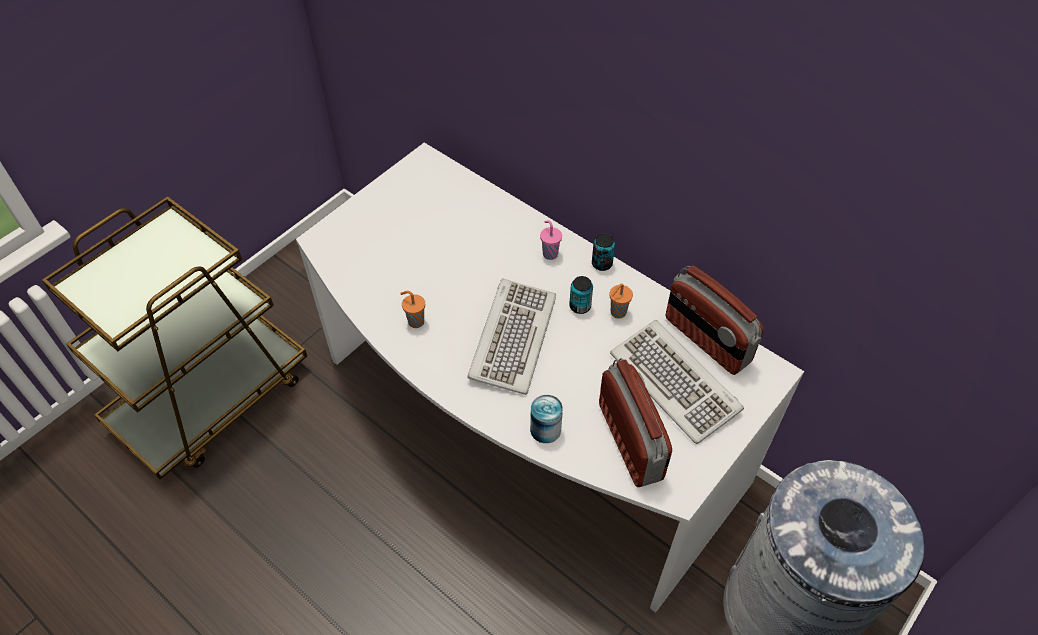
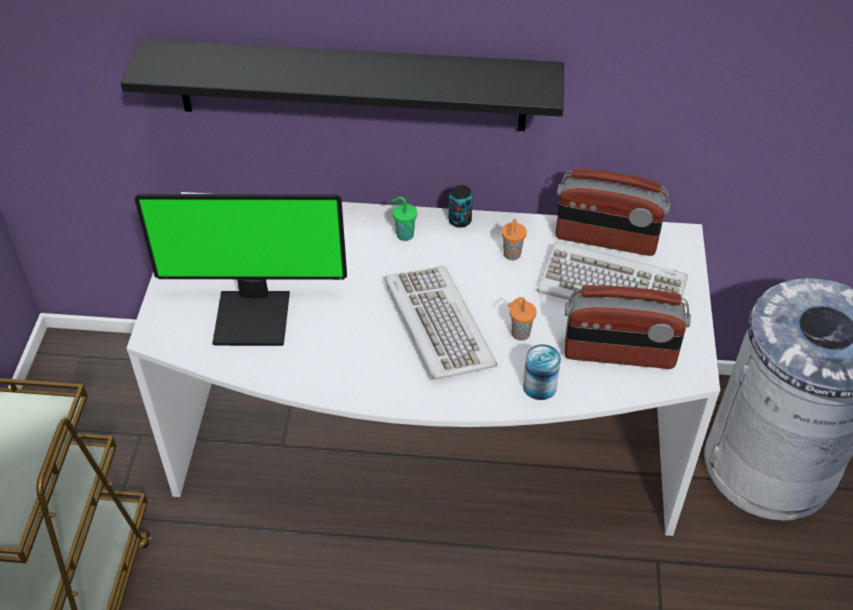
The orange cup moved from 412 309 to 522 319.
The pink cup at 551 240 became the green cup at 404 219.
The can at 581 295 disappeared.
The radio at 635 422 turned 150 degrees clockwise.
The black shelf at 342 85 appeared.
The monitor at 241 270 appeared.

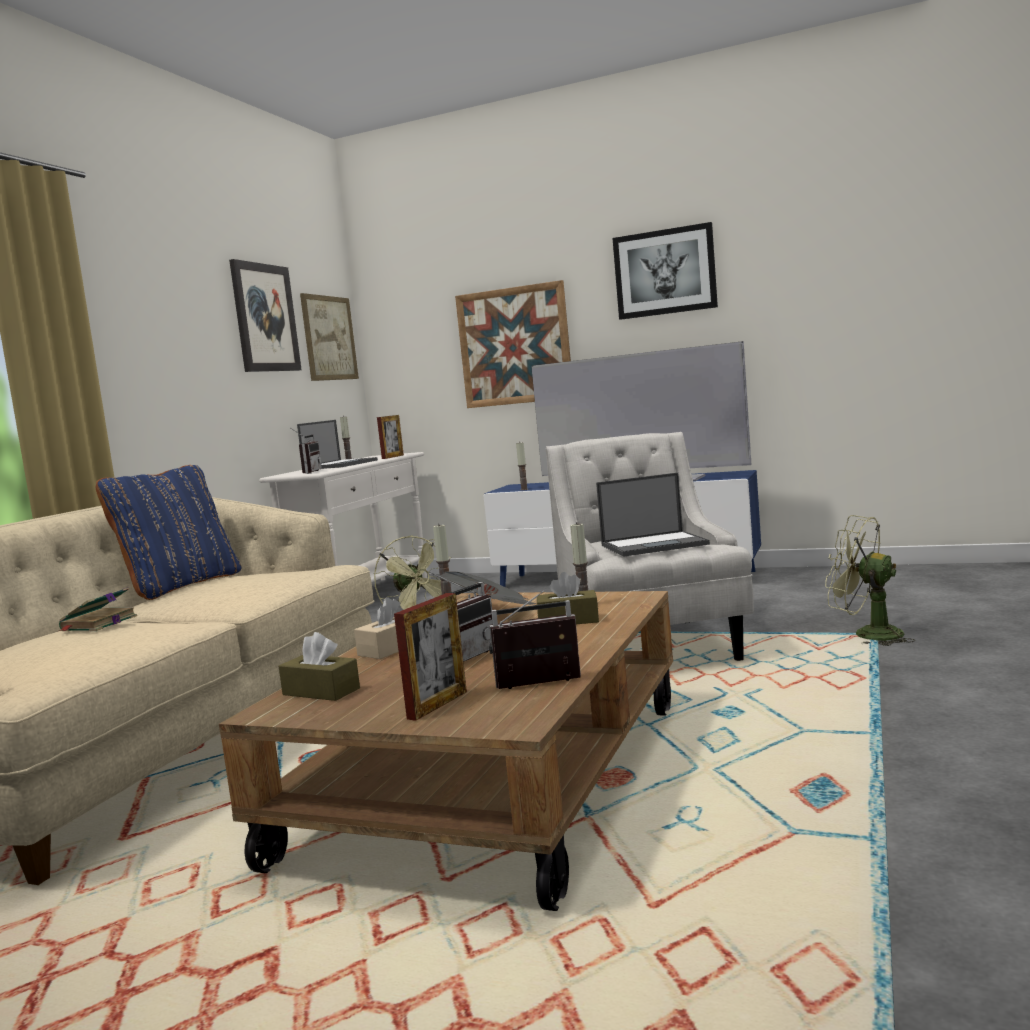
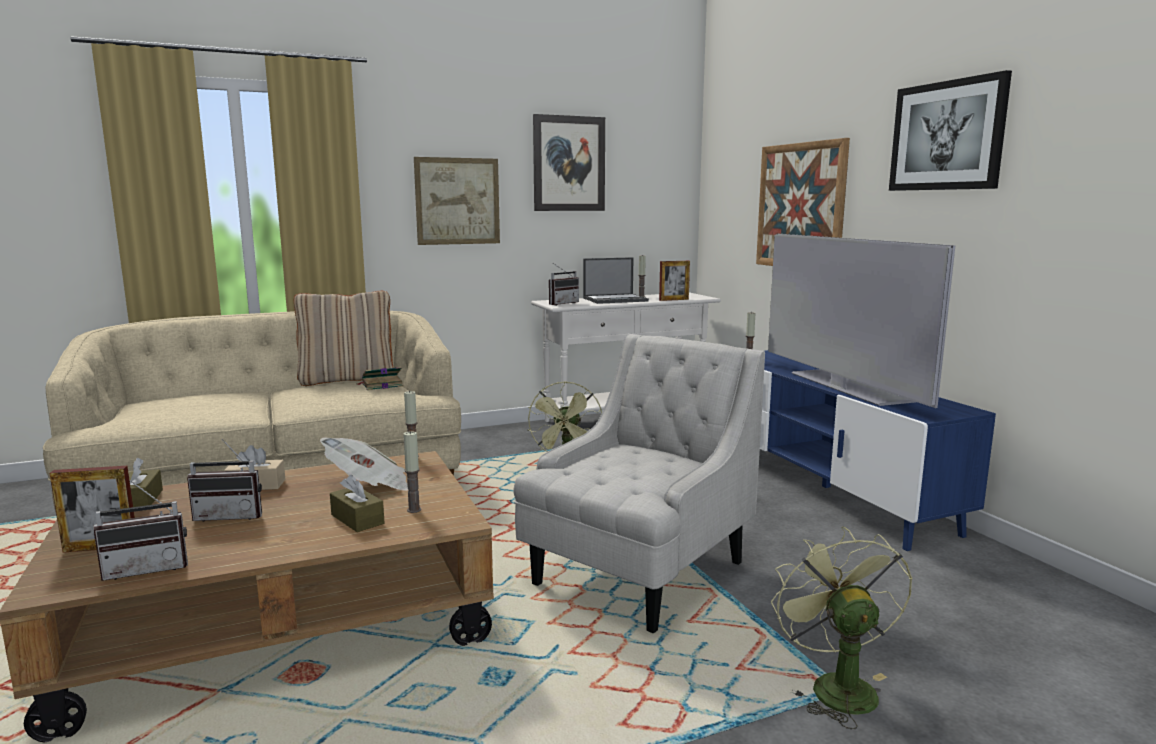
The book moved from 98 609 to 380 378.
The blue pillow at 168 532 became the beige pillow at 343 338.
The picture moved from 329 337 to 457 201.
The radio at 535 640 turned 120 degrees clockwise.
The laptop at 653 515 disappeared.

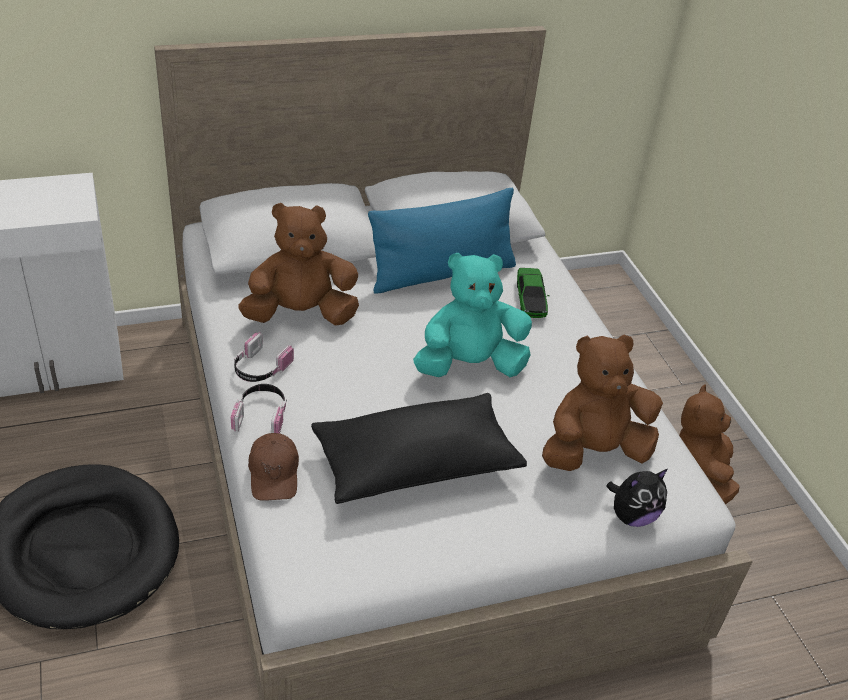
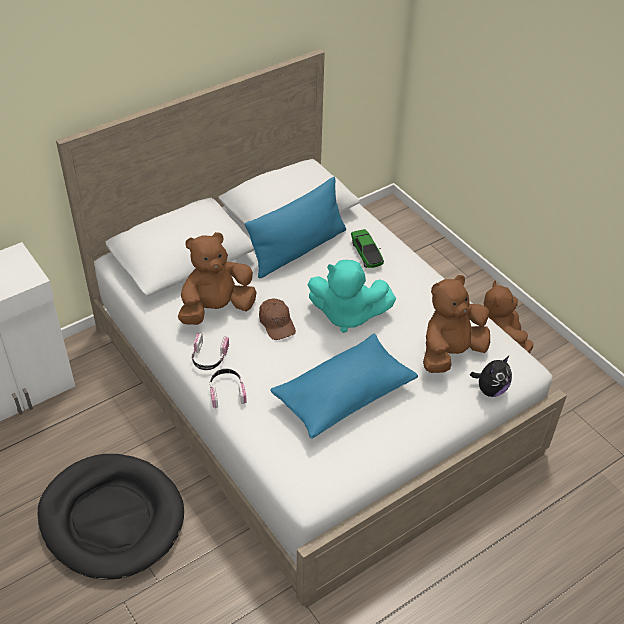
The brown cap moved from 273 467 to 277 319.
The black pillow at 419 448 became the blue pillow at 344 386.
The turquoise plush toy at 472 315 turned 135 degrees counterclockwise.

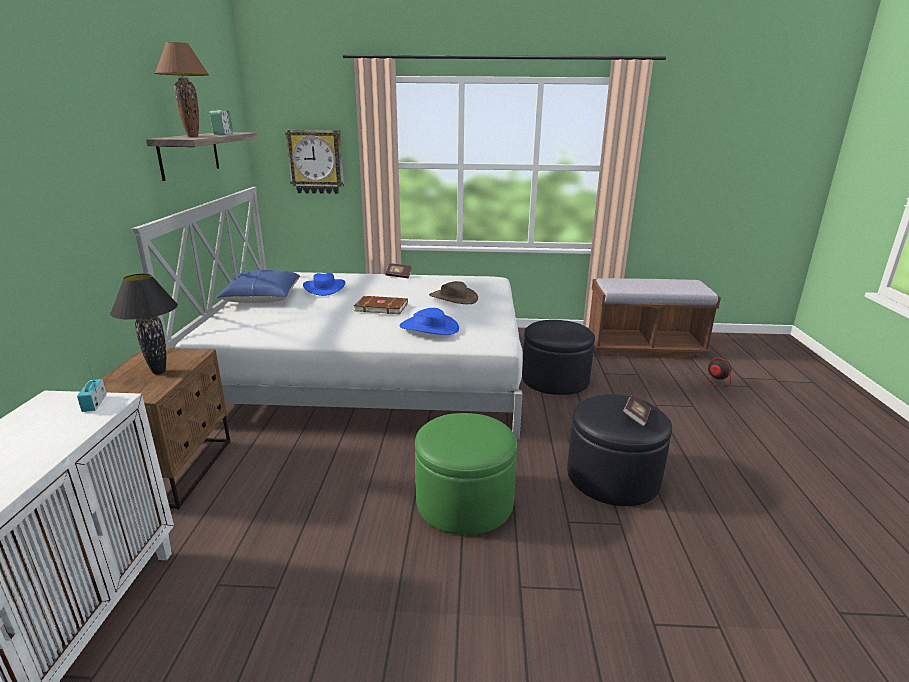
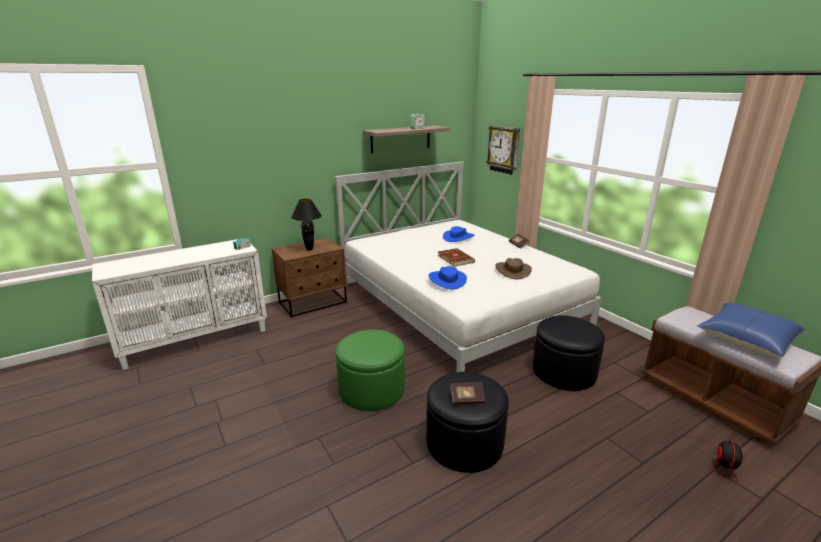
The brown table lamp at 182 89 disappeared.
The blue pillow moved from 257 286 to 751 330.

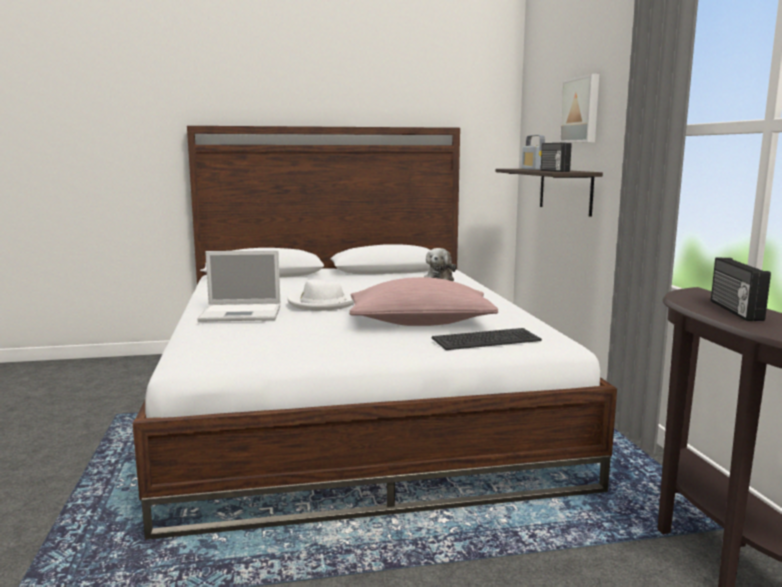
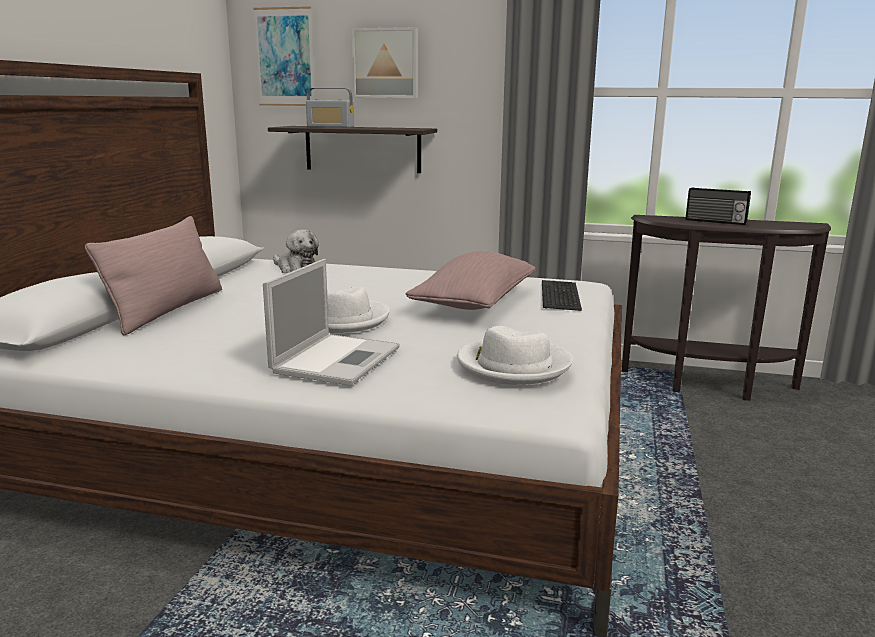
The radio at 556 157 disappeared.
The pink pillow at 153 276 appeared.
The picture at 283 56 appeared.
The white hat at 515 355 appeared.

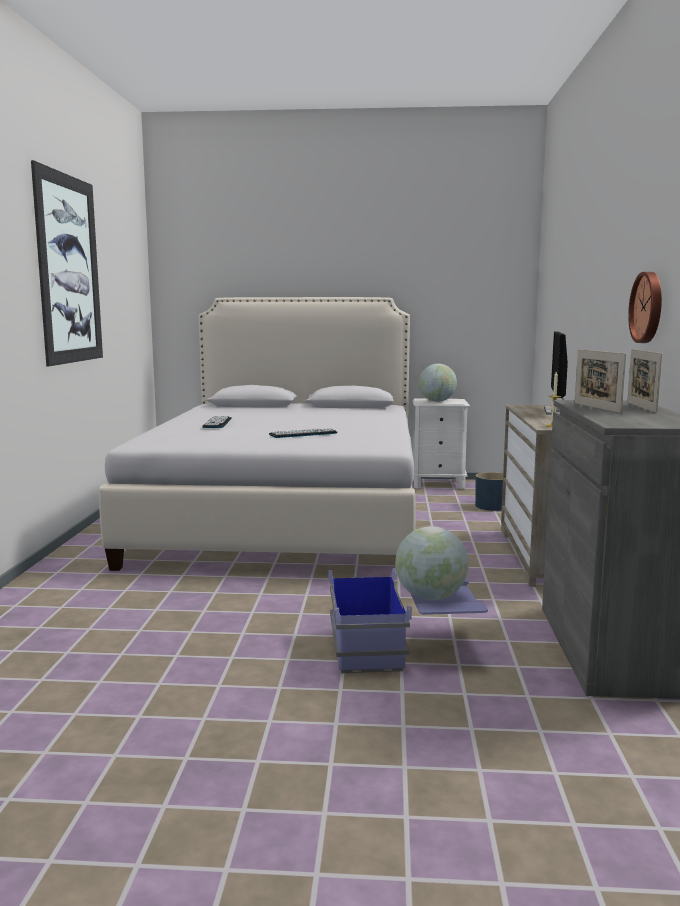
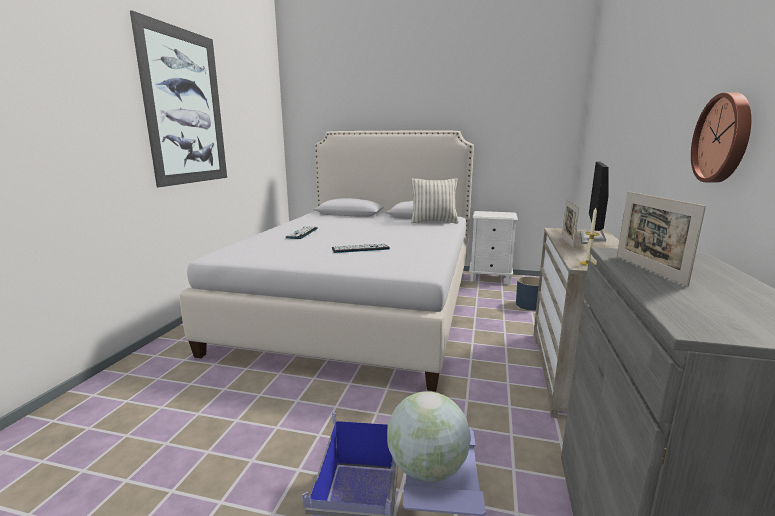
The globe at 438 383 disappeared.
The picture frame moved from 644 381 to 570 223.
The pillow at 435 200 appeared.

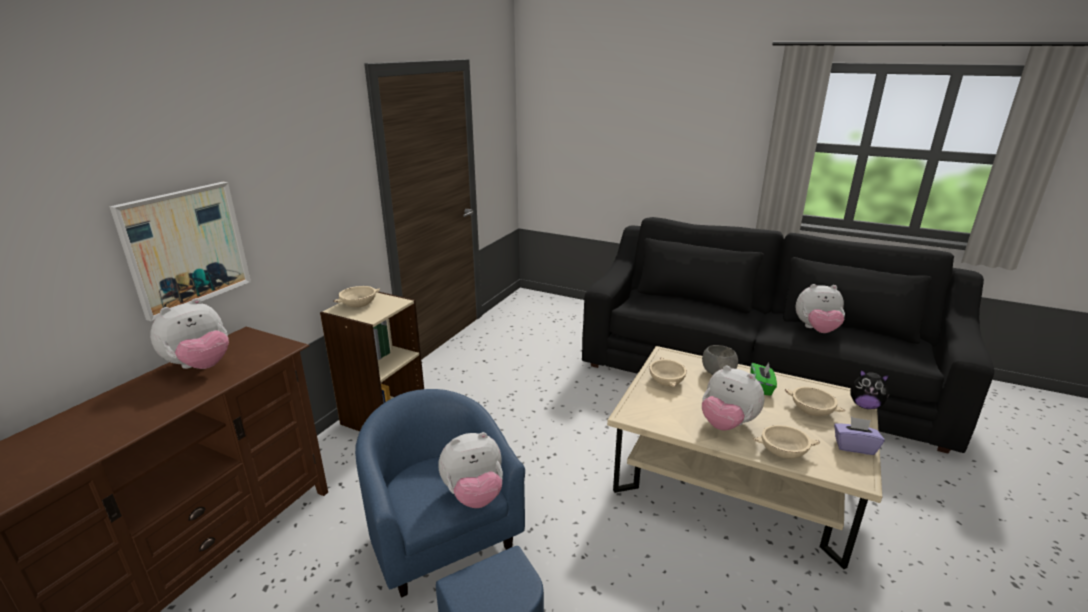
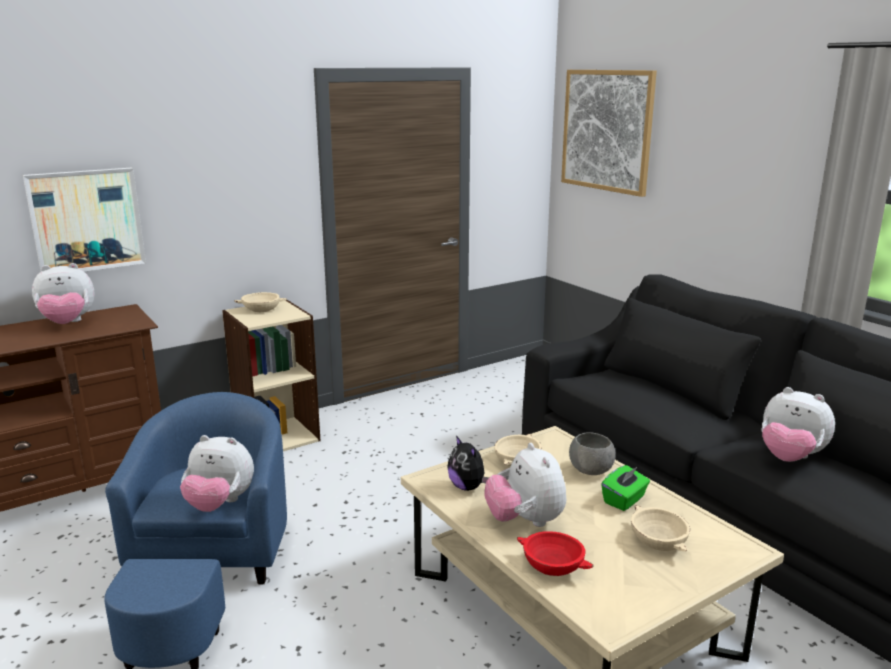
The beige bowl at 786 442 became the red bowl at 555 553.
The purple tissue box at 859 436 disappeared.
The plush toy moved from 870 389 to 468 463.
The picture at 609 133 appeared.

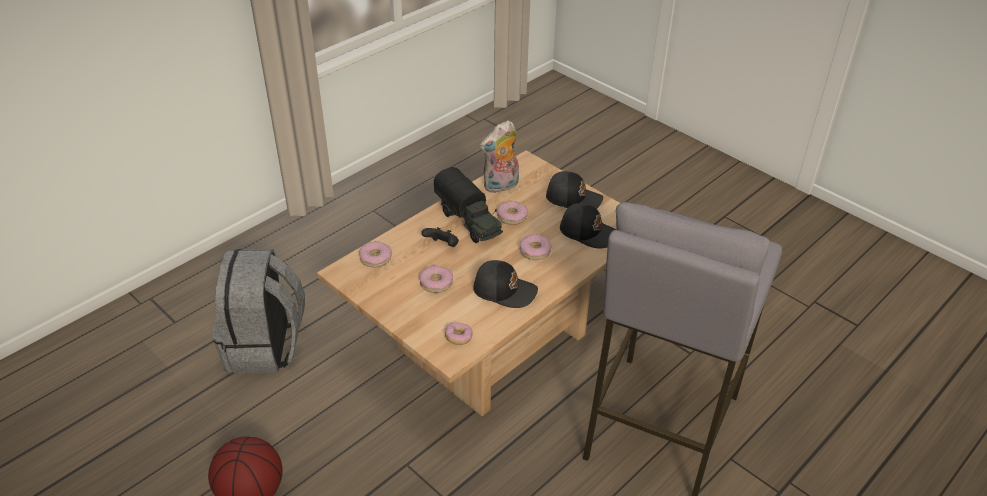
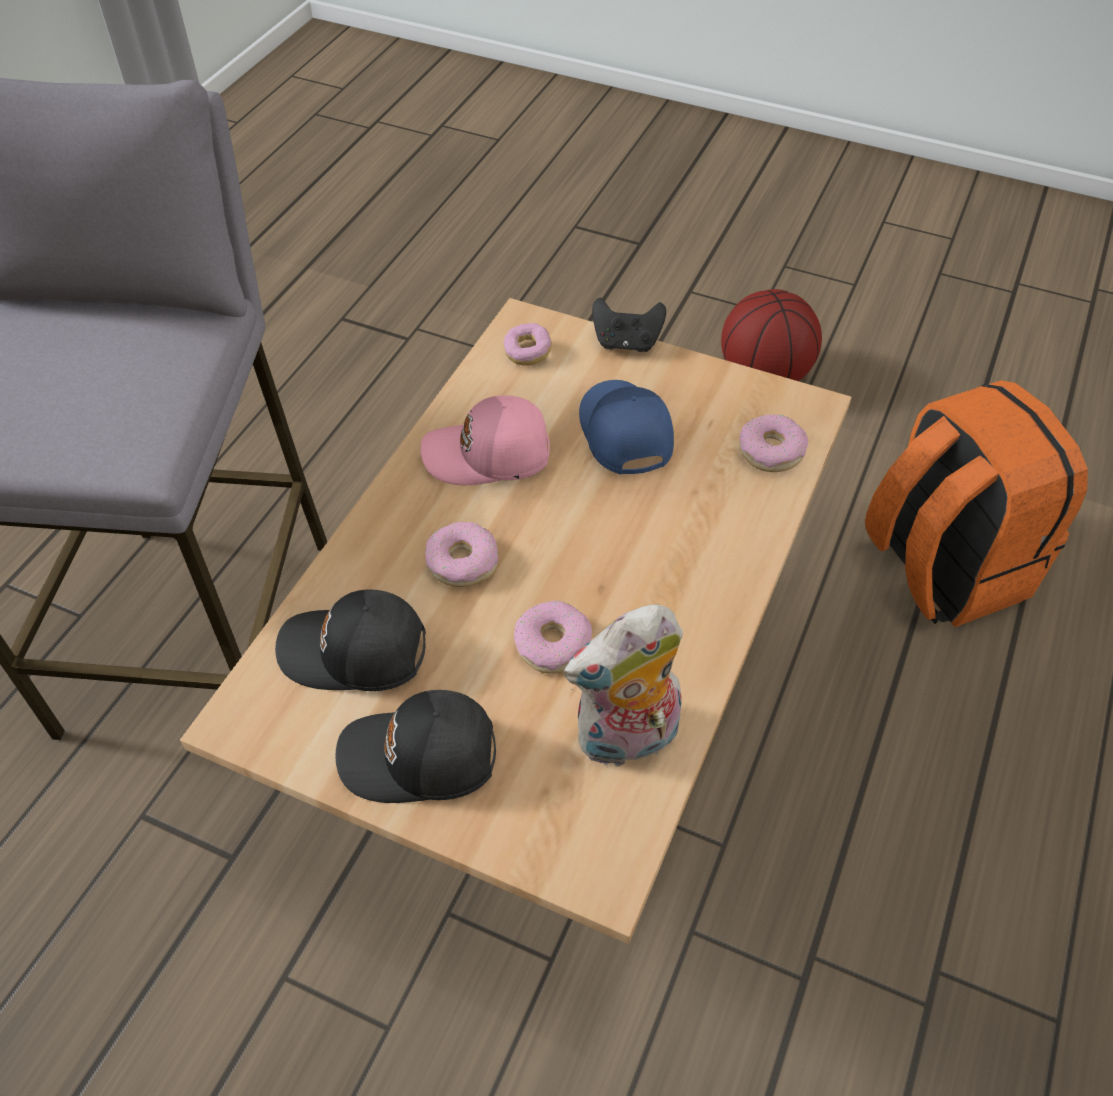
The grey backpack at 258 311 became the orange backpack at 976 503.
The donut at 436 279 was replaced by the blue cap at 626 427.
The black game controller moved from 440 237 to 629 324.
The toy truck at 468 205 disappeared.
The black cap at 505 284 became the pink cap at 485 440.
The plush toy at 499 156 turned 150 degrees counterclockwise.

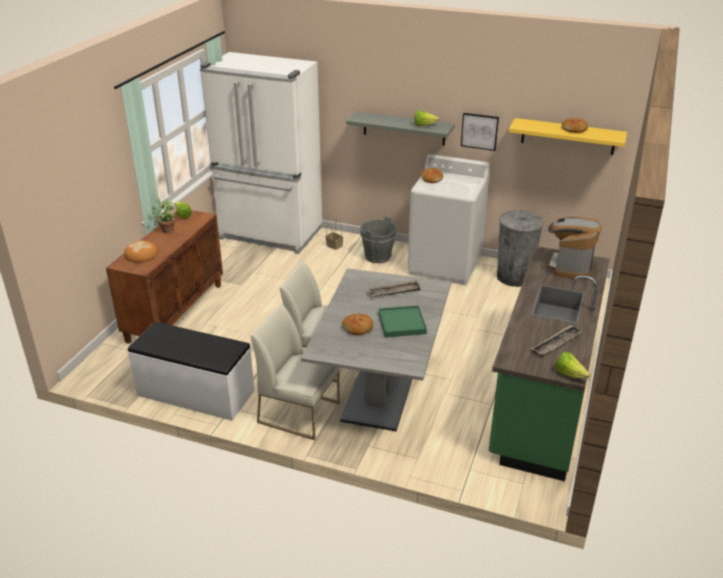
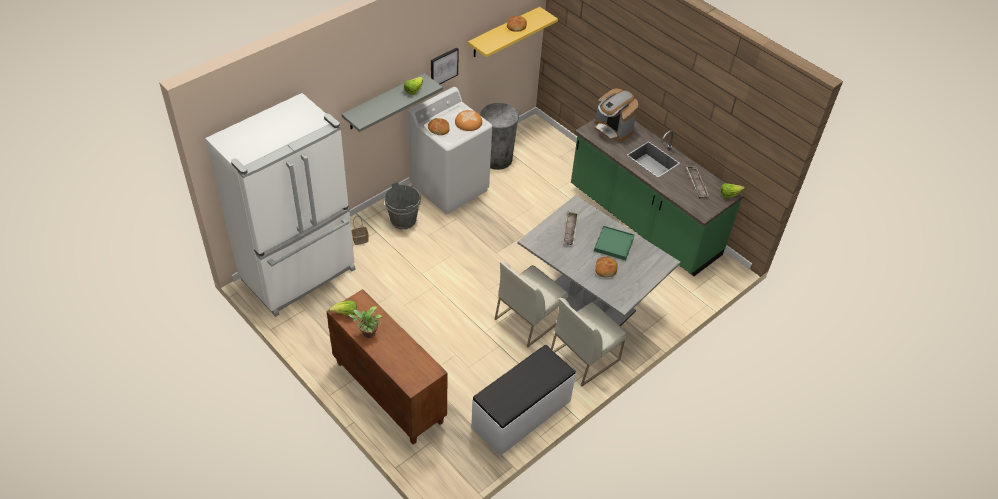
The bread moved from 141 252 to 468 120.

